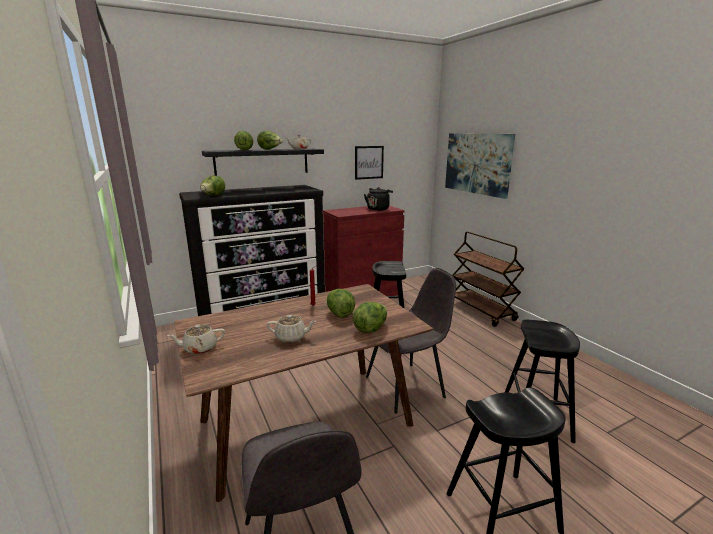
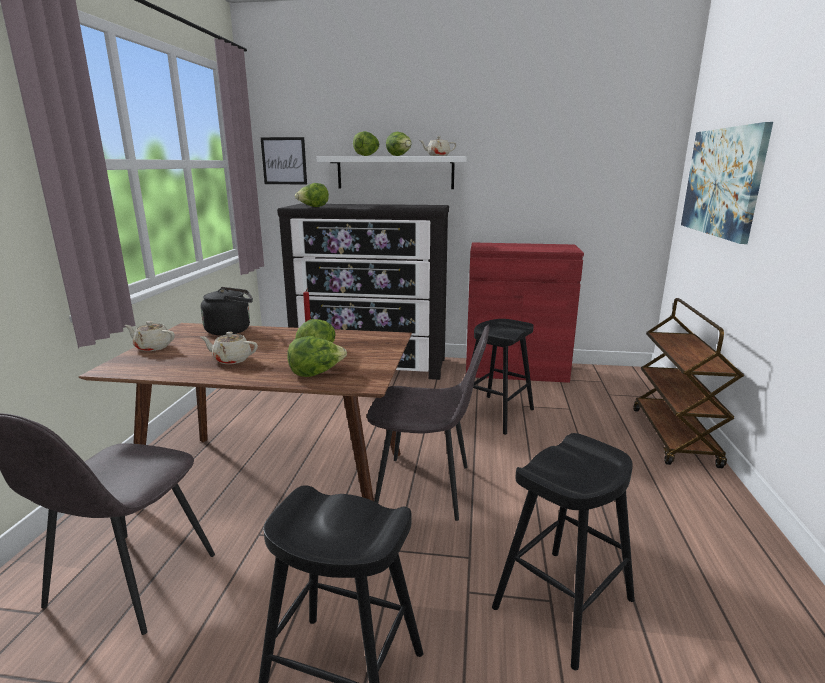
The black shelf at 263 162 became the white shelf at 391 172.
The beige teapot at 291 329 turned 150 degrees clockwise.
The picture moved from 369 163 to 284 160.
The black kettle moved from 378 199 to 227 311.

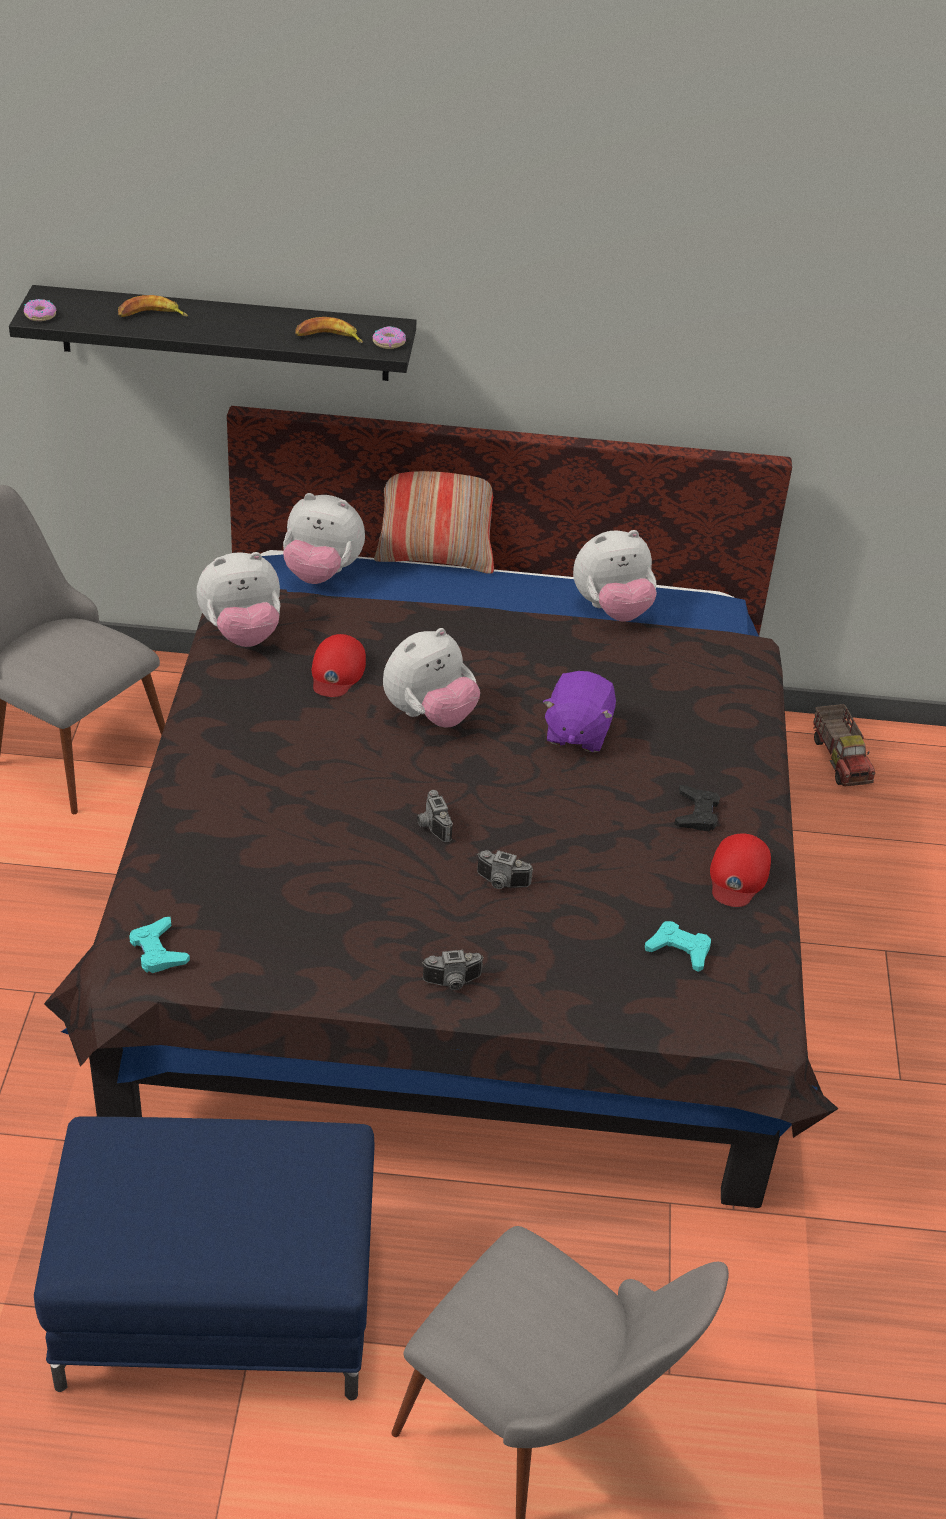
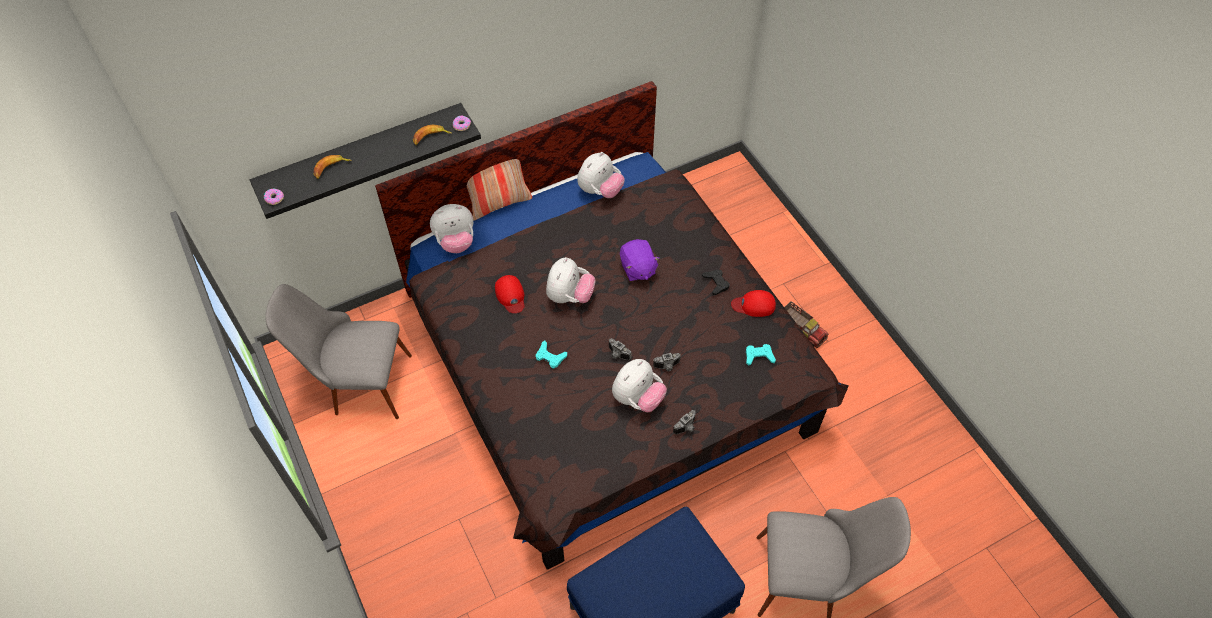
The turquoise game controller moved from 159 945 to 551 354.
The plush toy moved from 238 599 to 639 385.
The red cap at 740 870 turned 105 degrees clockwise.
The toy truck moved from 844 745 to 806 324.

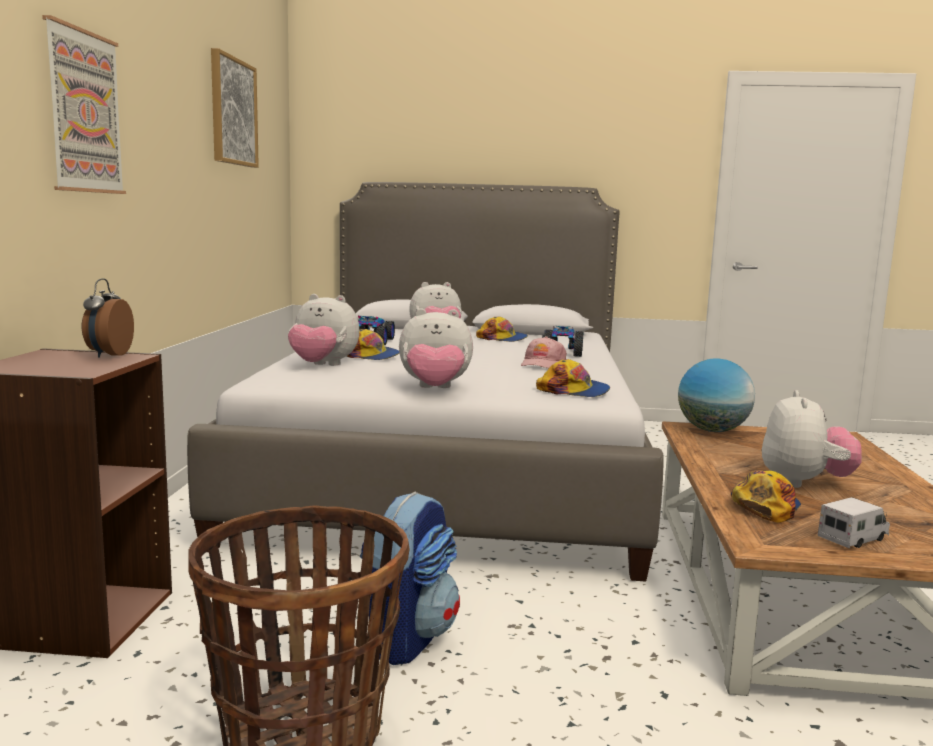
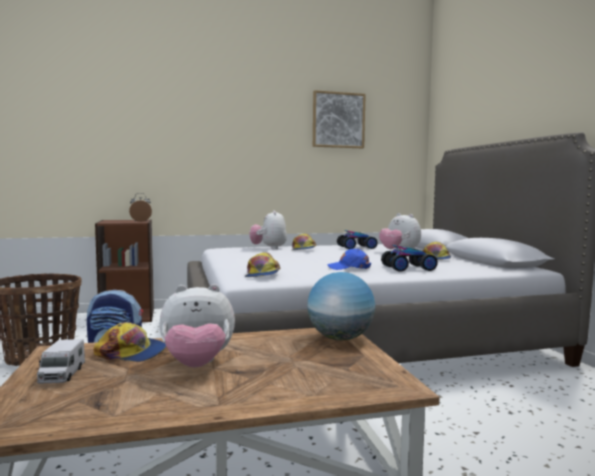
The picture at 84 104 disappeared.
The plush toy at 436 348 disappeared.
The pink cap at 544 352 became the blue cap at 349 259.
The toy truck at 854 522 turned 45 degrees clockwise.

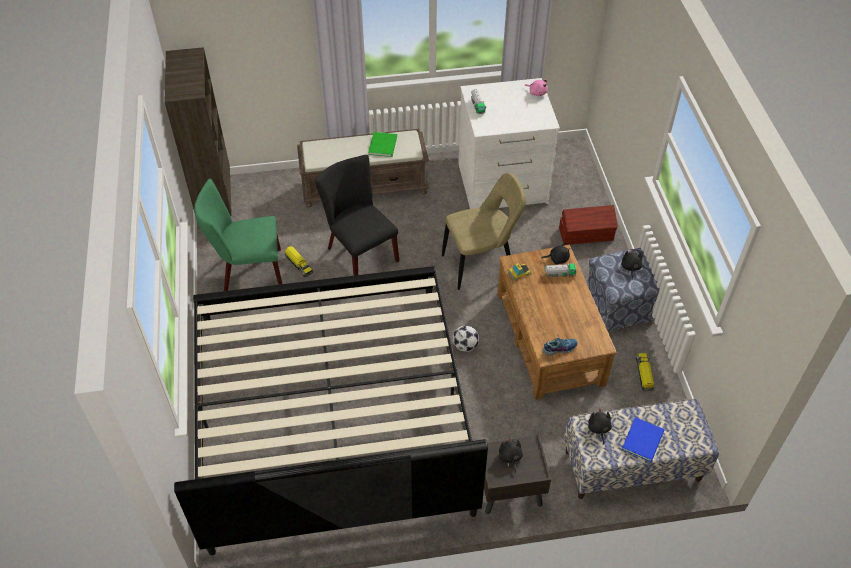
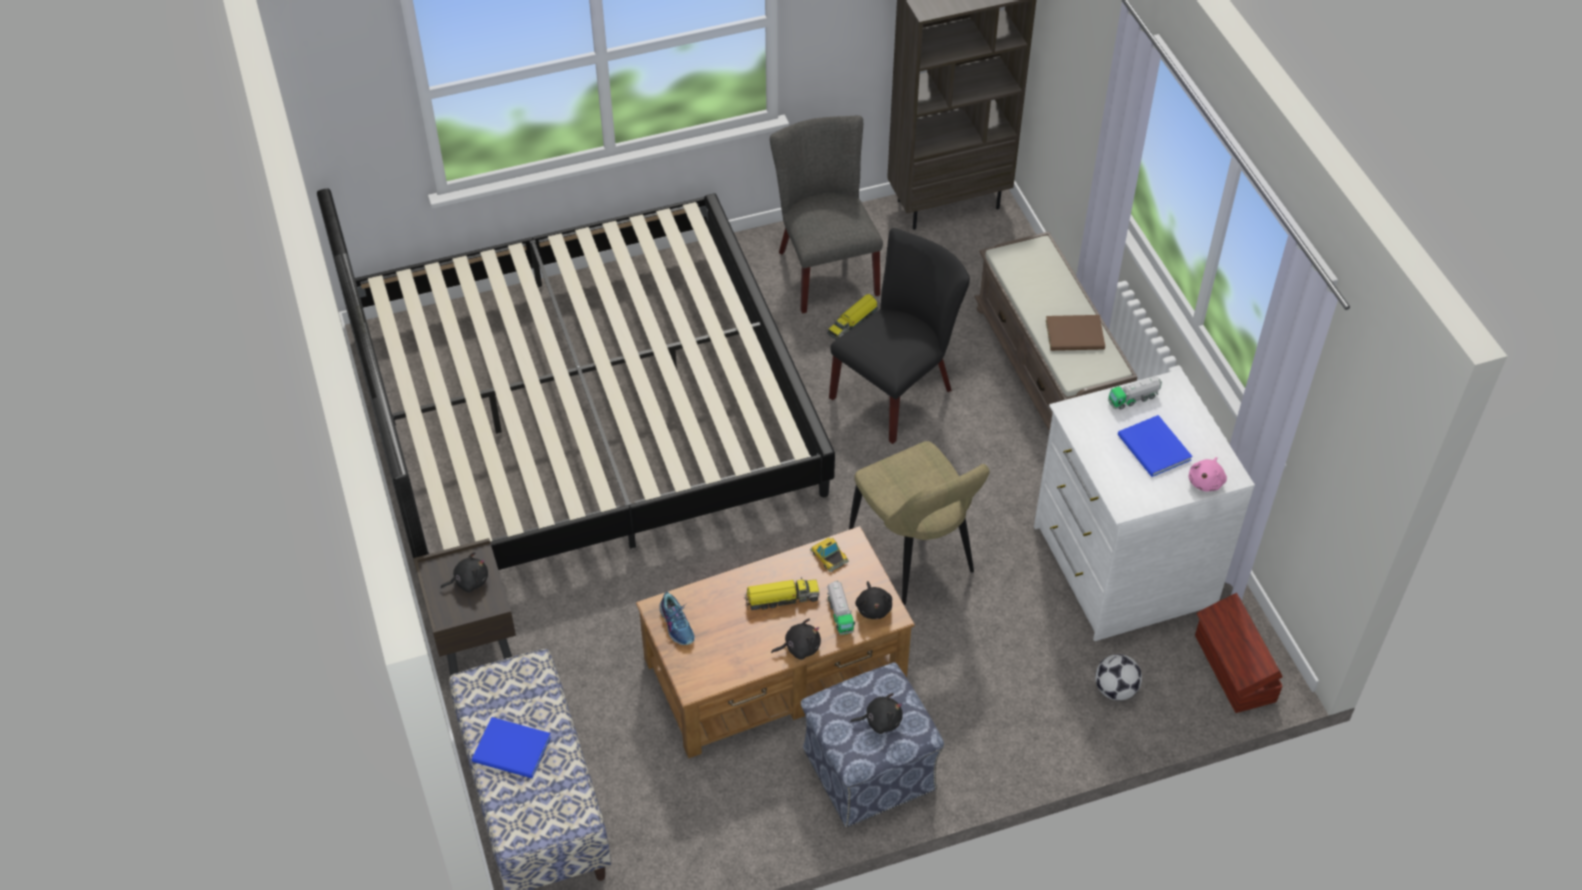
The green chair at 238 235 became the grey chair at 826 214.
The green book at 382 144 became the brown book at 1075 333.
The football moved from 465 338 to 1118 677.
The brown storage box moved from 588 225 to 1239 653.
The black plush toy moved from 600 427 to 796 639.
The toy truck moved from 645 372 to 782 593.
The blue book at 1155 446 appeared.

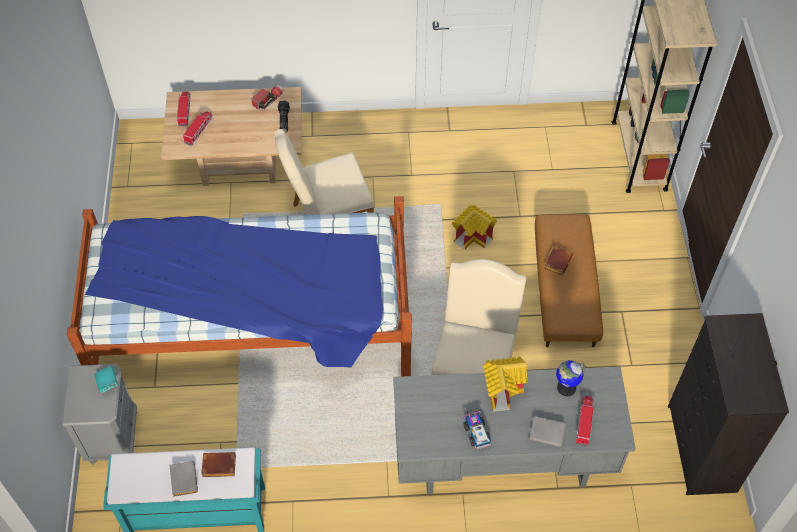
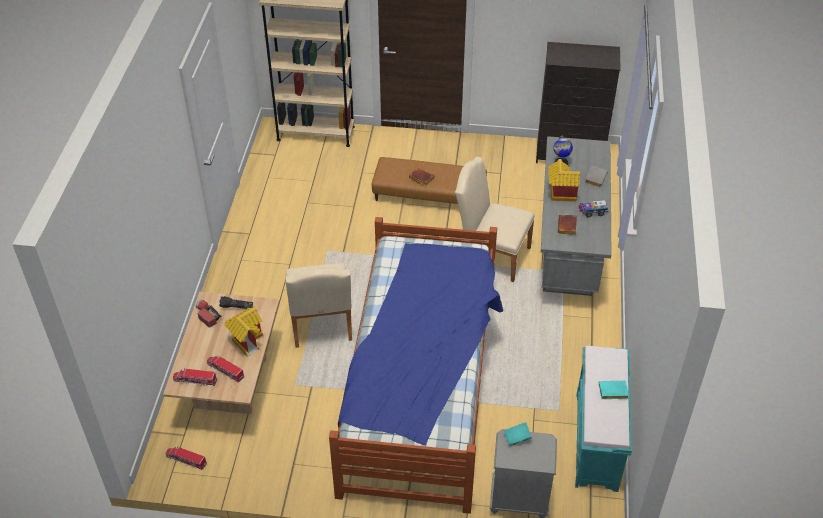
The grey book at 183 479 became the turquoise book at 614 390.
The brown book moved from 218 464 to 567 224.
The toy house moved from 474 227 to 243 332.
The toy truck moved from 585 421 to 186 458.

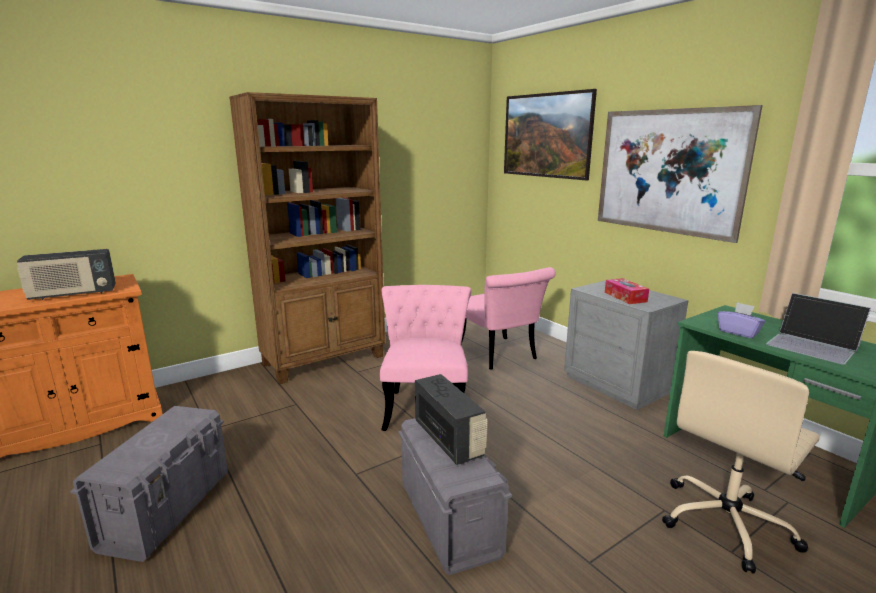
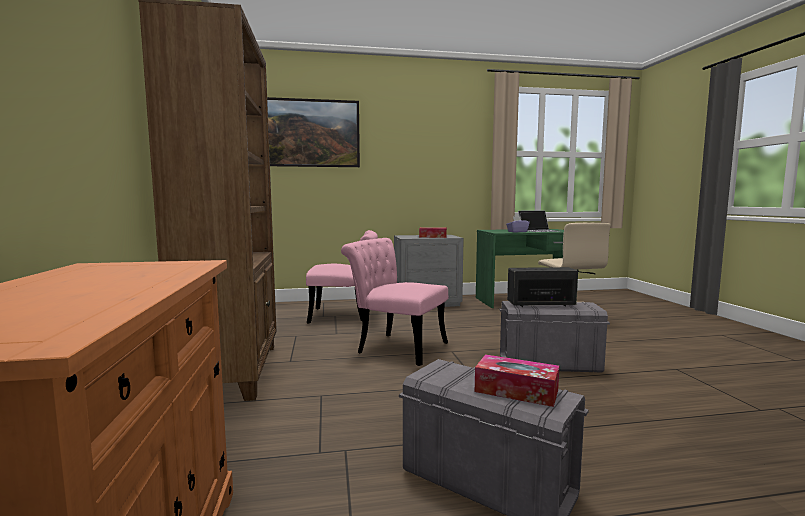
The radio at 66 274 disappeared.
The picture at 680 174 disappeared.
The tissue box at 517 380 appeared.

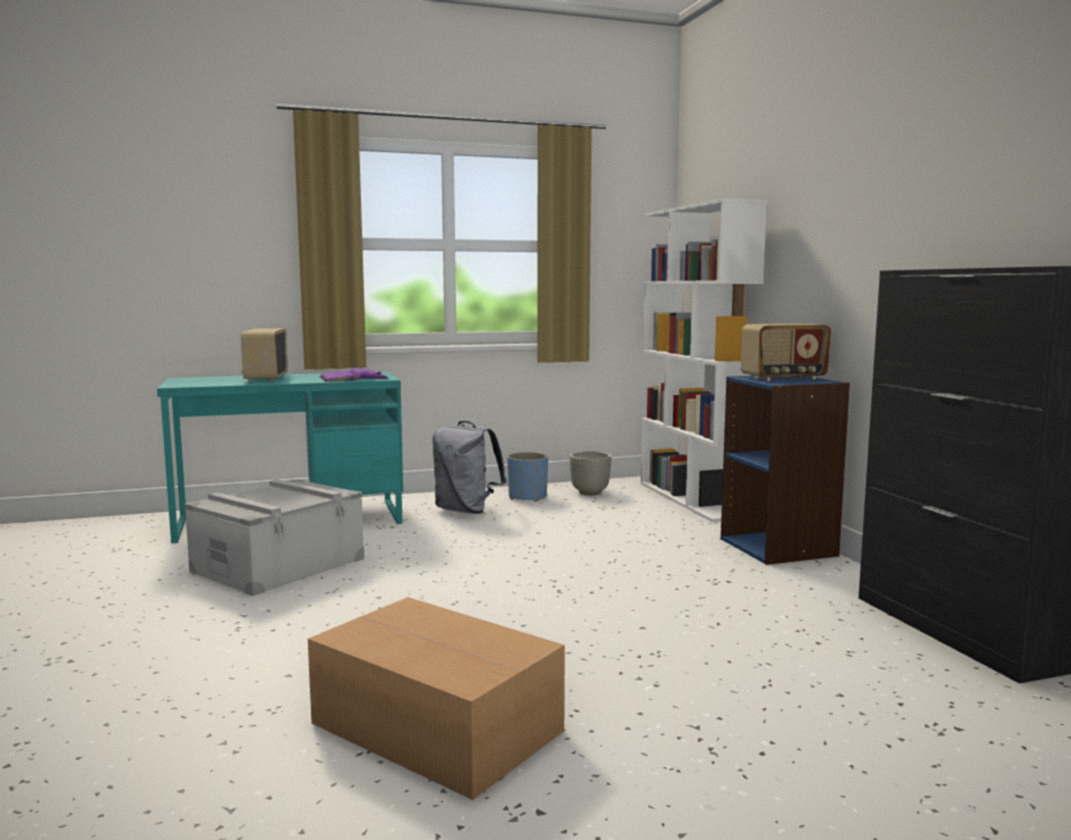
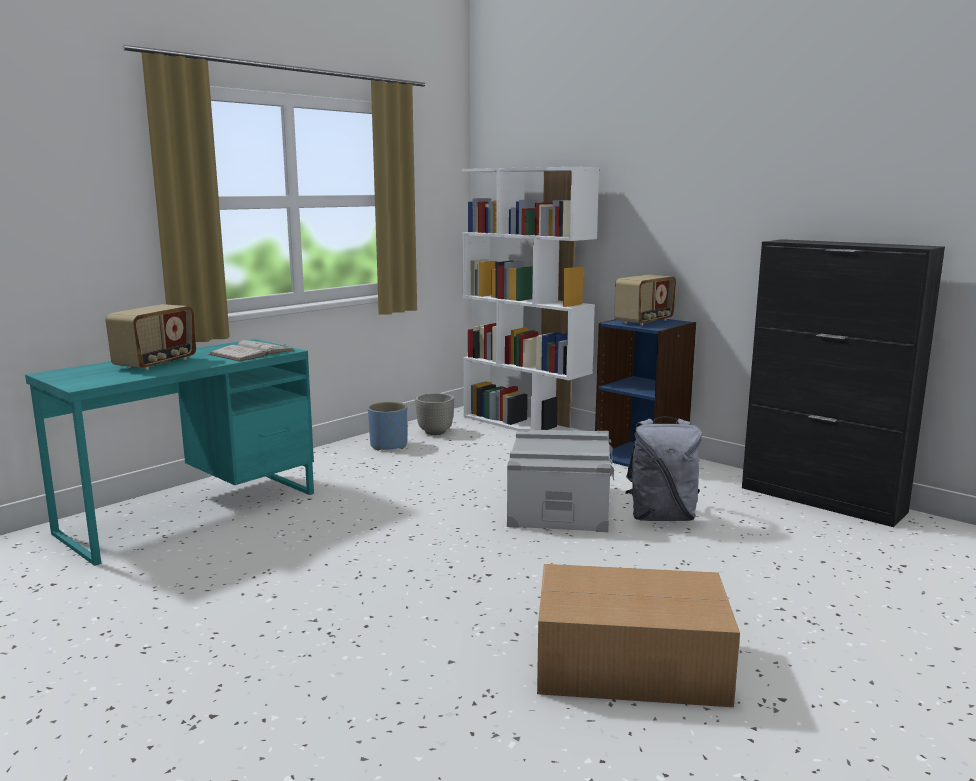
The grey storage box moved from 274 537 to 560 480.
The radio at 264 355 turned 120 degrees counterclockwise.
The purple book at 354 375 became the white book at 251 350.
The grey backpack moved from 469 467 to 664 469.

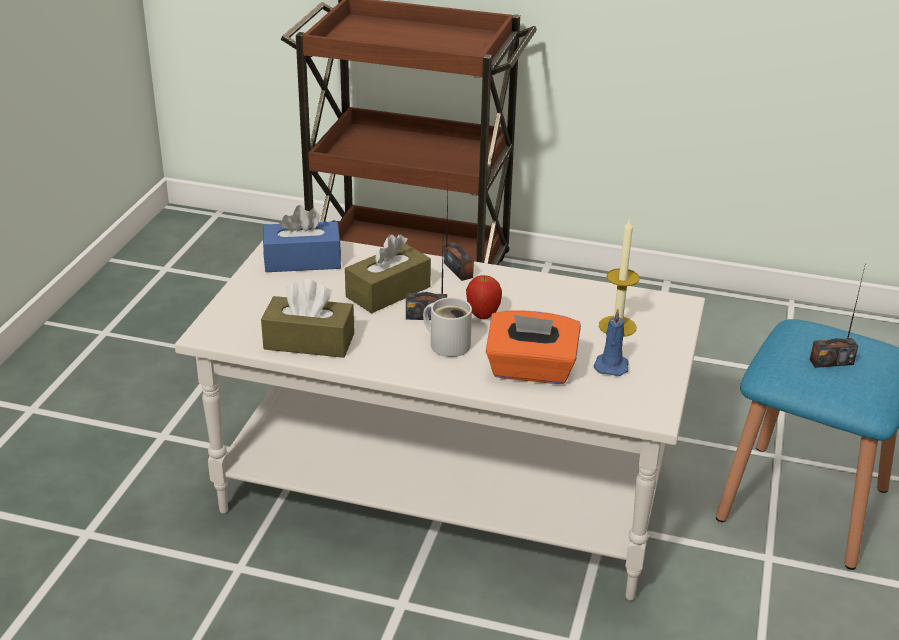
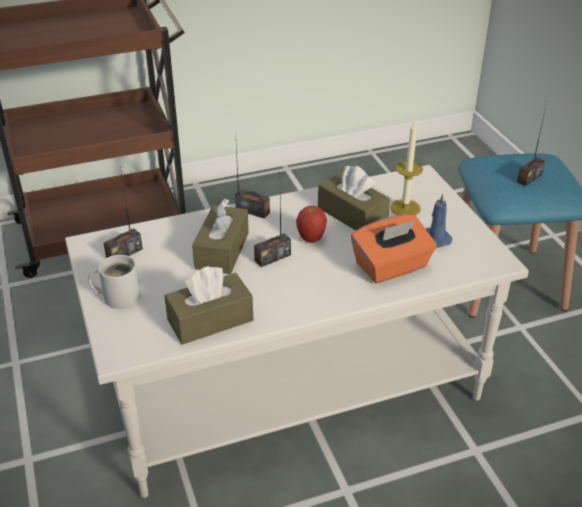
The blue tissue box at 302 238 was replaced by the radio at 123 212.
The white mug moved from 447 327 to 114 282.
The brown tissue box at 354 197 appeared.

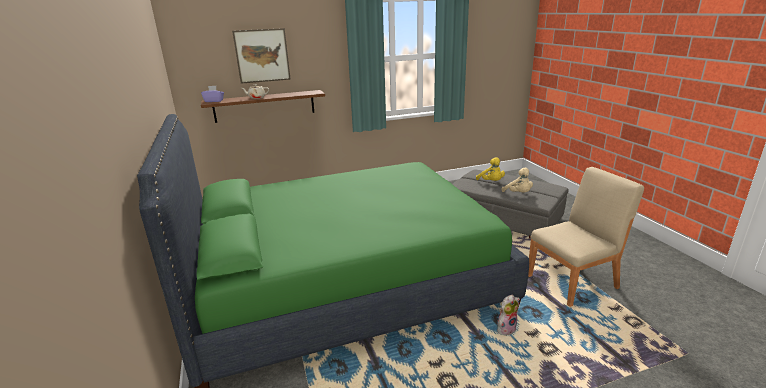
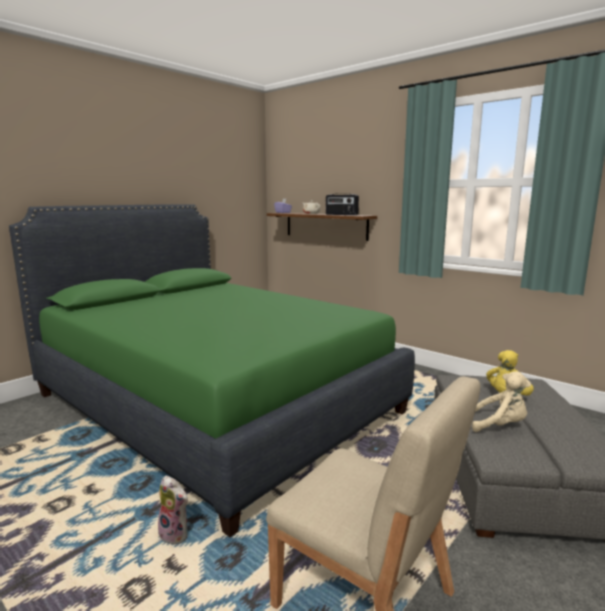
The picture at 261 56 disappeared.
The beige plush toy at 517 180 turned 105 degrees counterclockwise.
The radio at 342 204 appeared.

